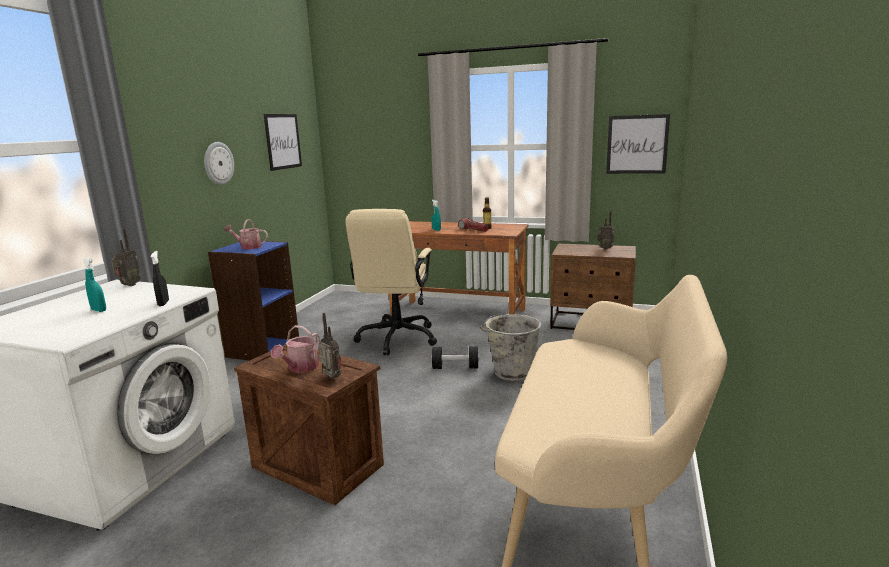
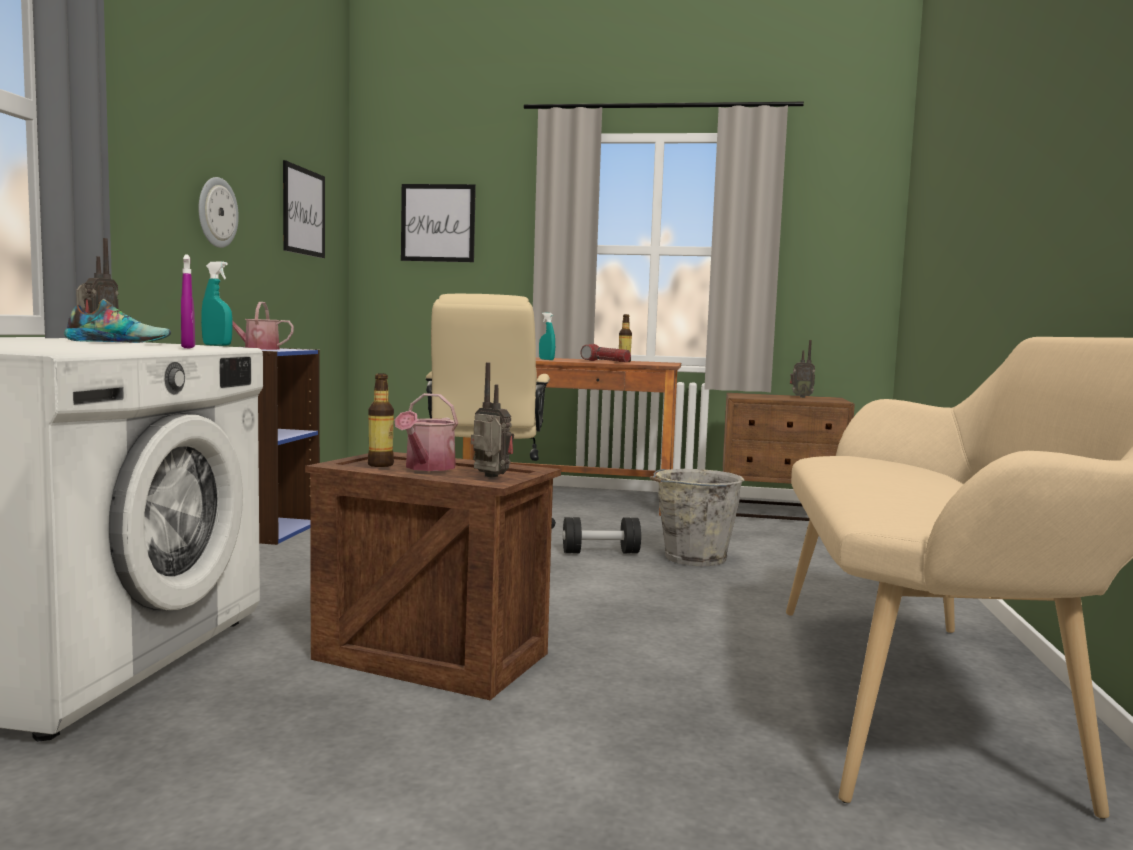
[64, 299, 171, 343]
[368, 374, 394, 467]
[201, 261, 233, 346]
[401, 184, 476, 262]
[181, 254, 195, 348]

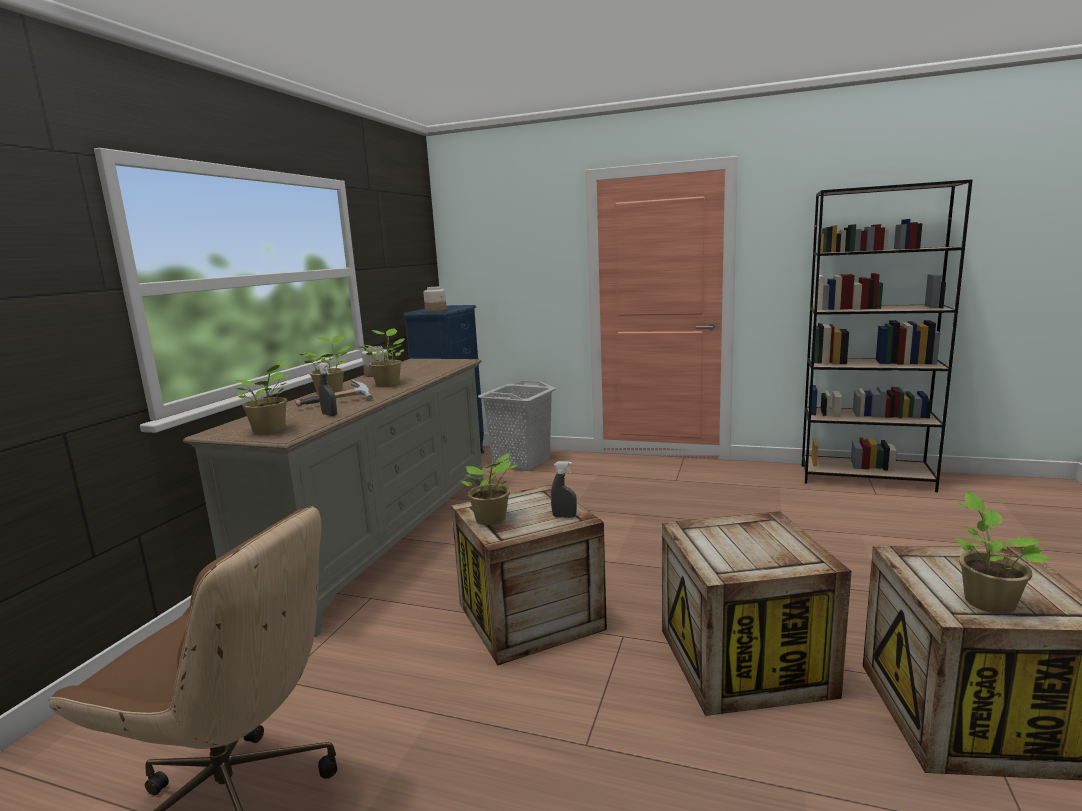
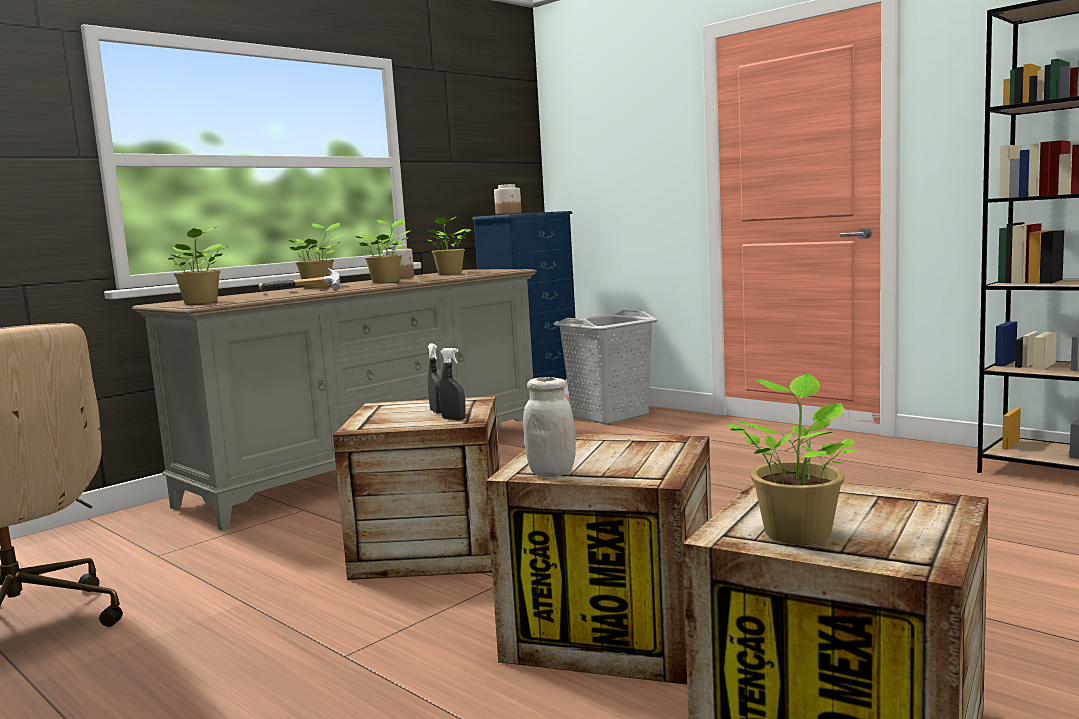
[523, 377, 576, 477]
[428, 343, 441, 414]
[427, 216, 472, 275]

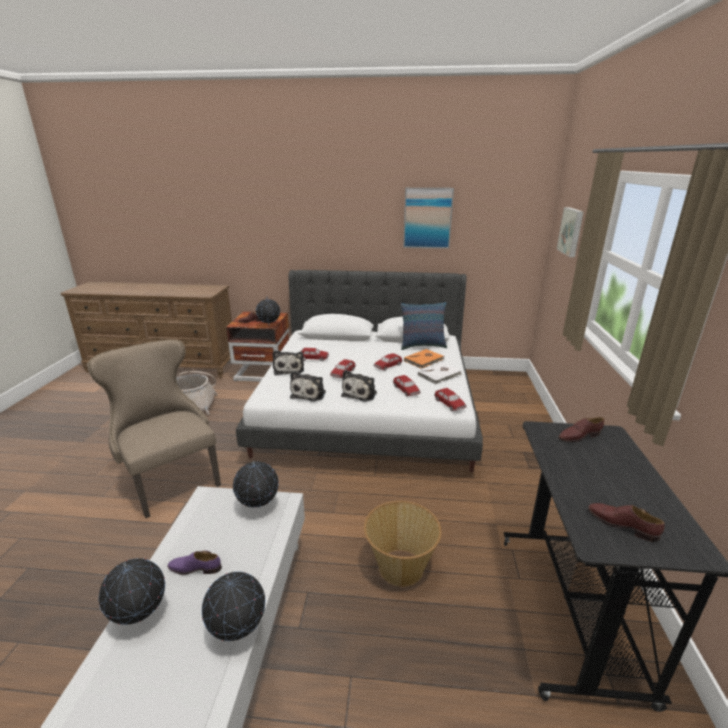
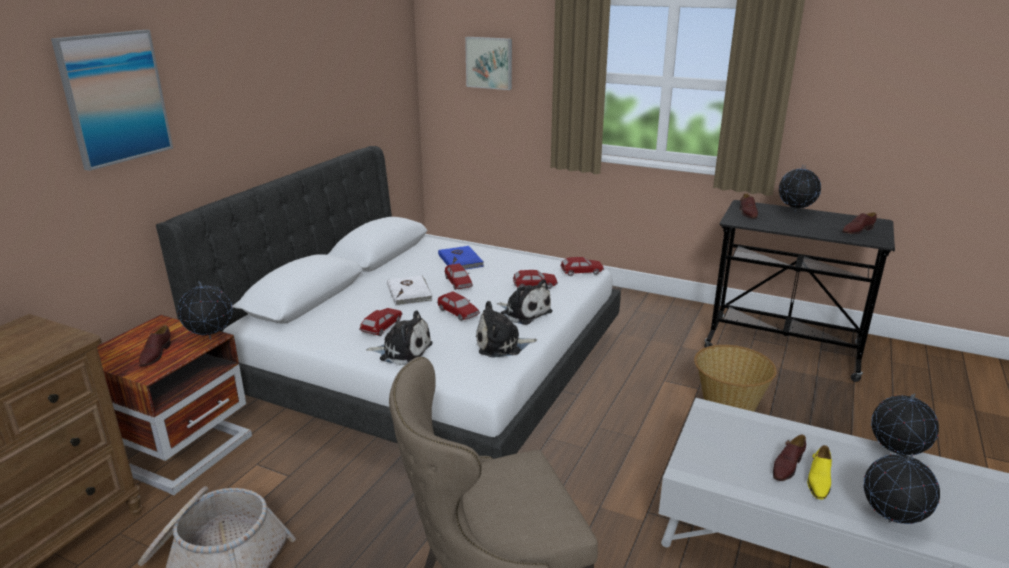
[400, 302, 447, 350] (first image)
[773, 435, 806, 481]
[779, 164, 821, 213]
[51, 30, 173, 171]
[387, 275, 433, 306]
[807, 445, 832, 499]
[438, 246, 484, 270]
[476, 301, 537, 357]

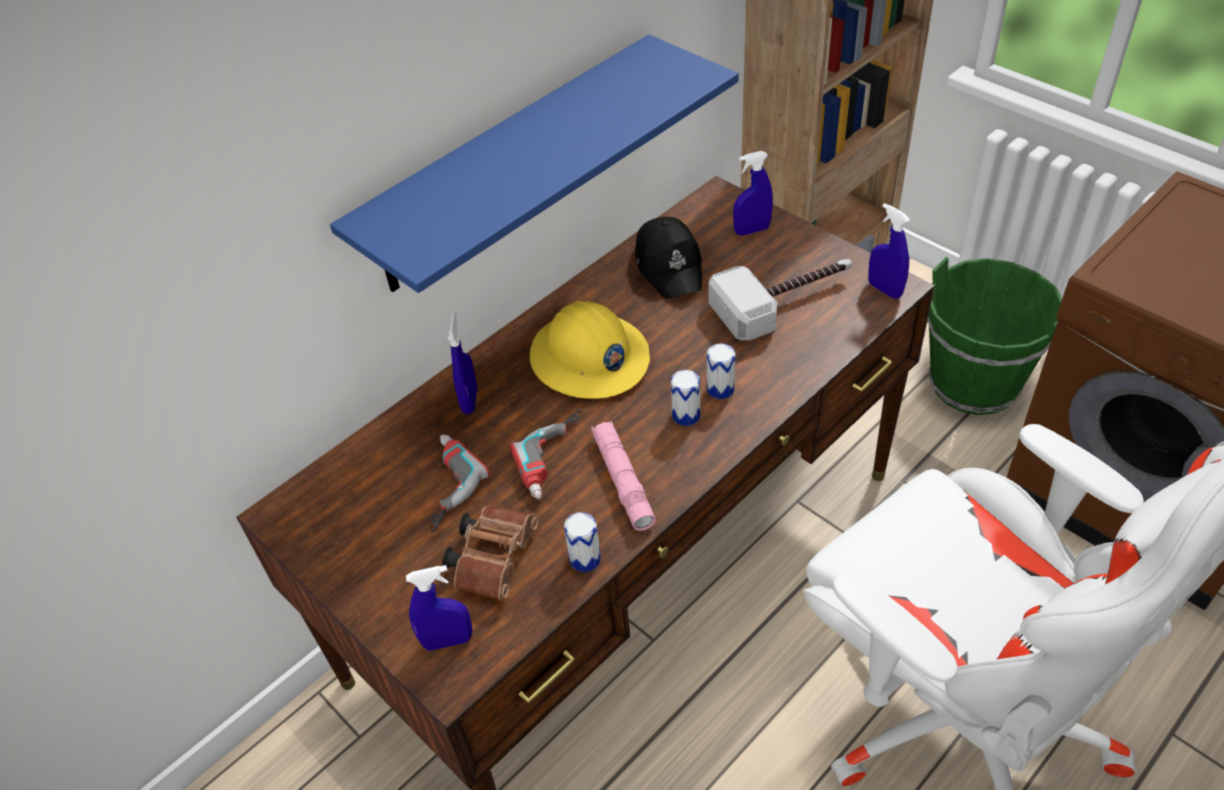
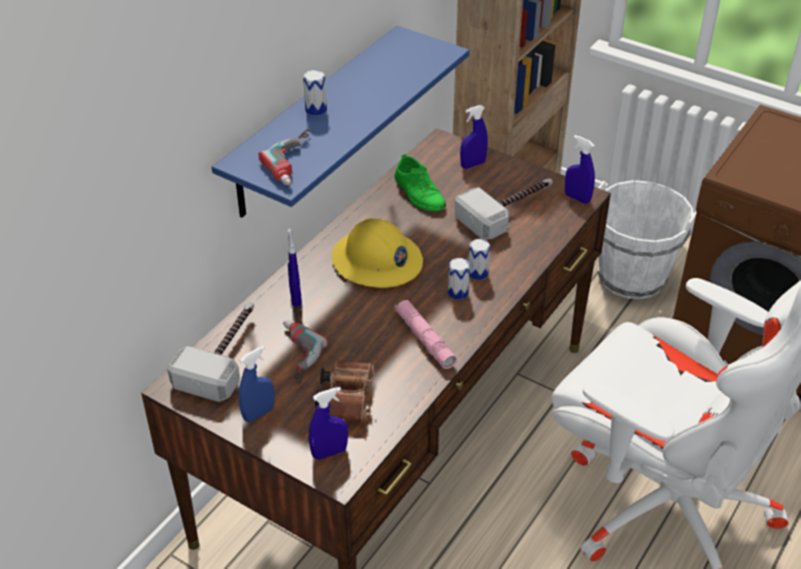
[167, 302, 254, 402]
[238, 346, 274, 422]
[259, 129, 310, 185]
[303, 70, 327, 116]
[395, 154, 446, 211]
[598, 180, 697, 299]

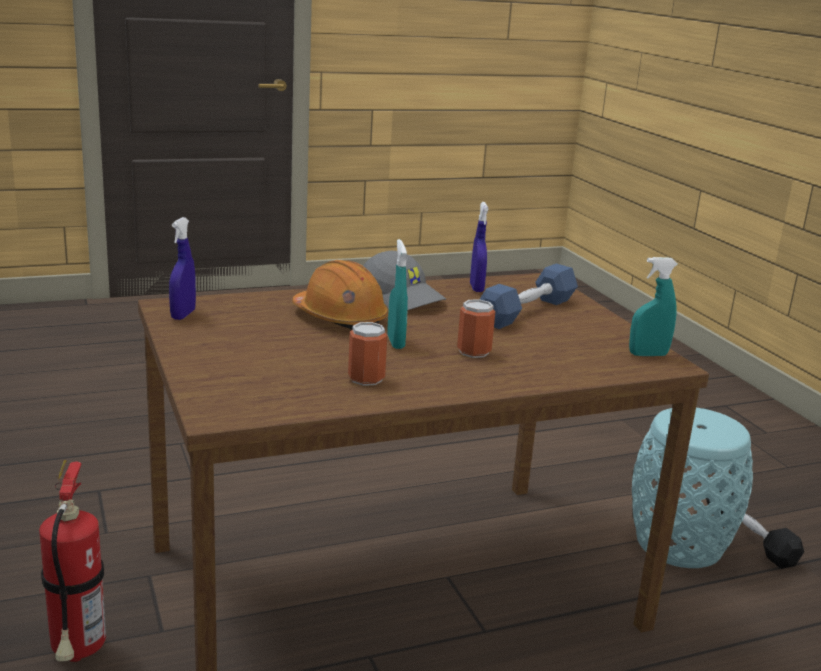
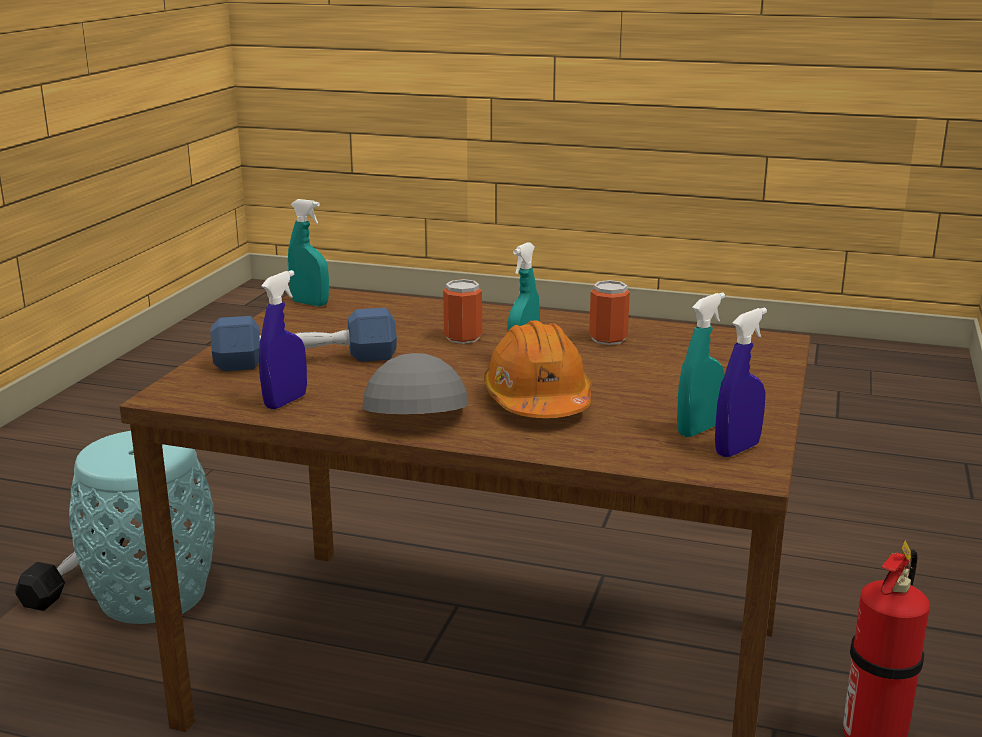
[677, 293, 725, 437]

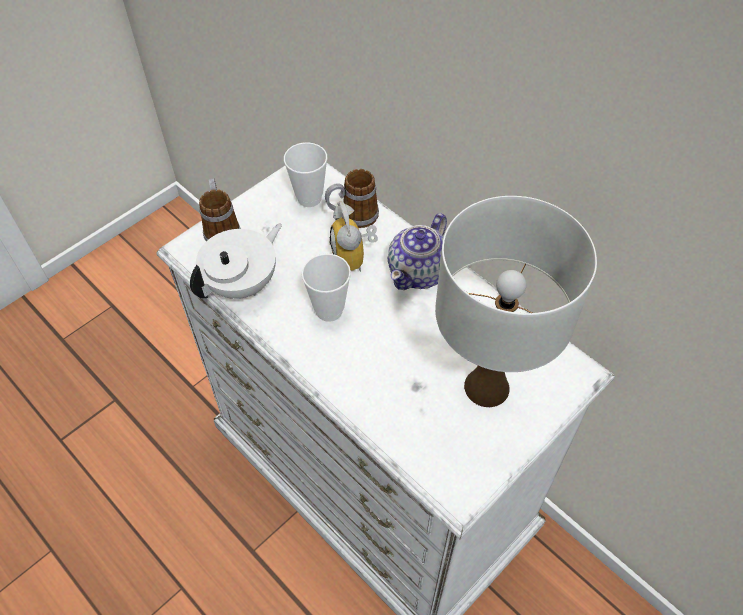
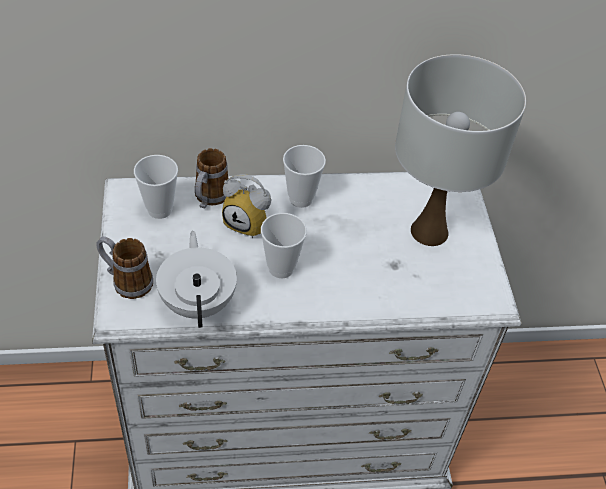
[283, 145, 326, 208]

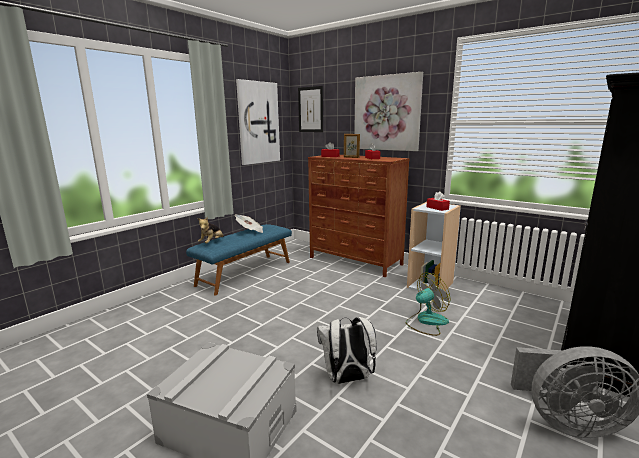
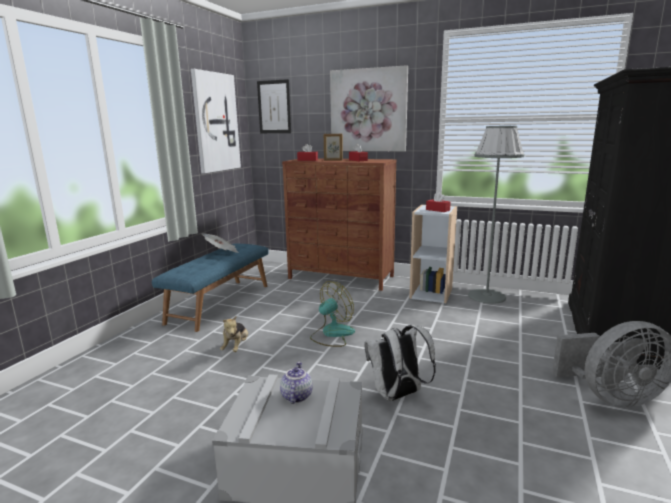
[280, 362, 313, 404]
[468, 126, 524, 304]
[220, 316, 248, 352]
[310, 281, 355, 347]

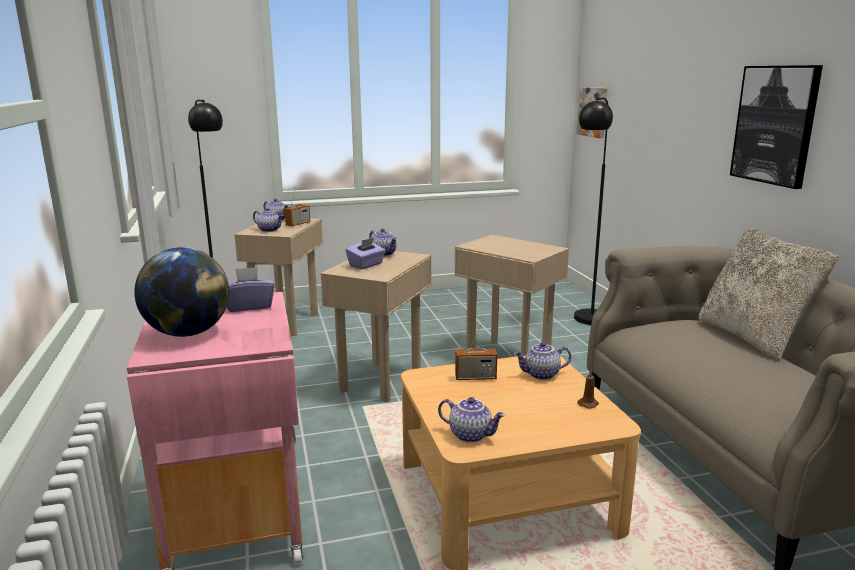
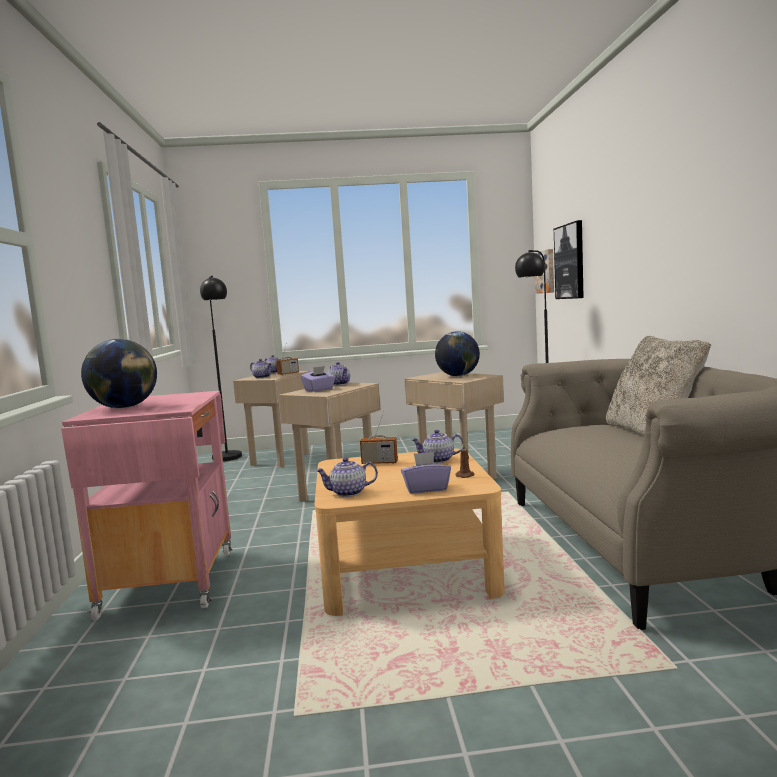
[435, 331, 480, 376]
[401, 452, 451, 494]
[554, 220, 584, 299]
[315, 457, 378, 497]

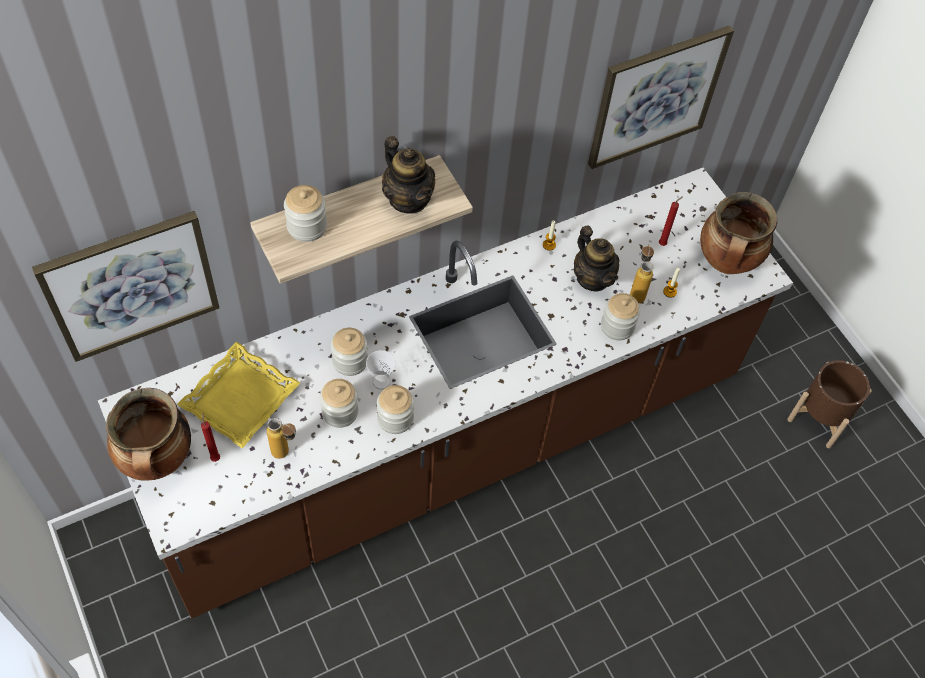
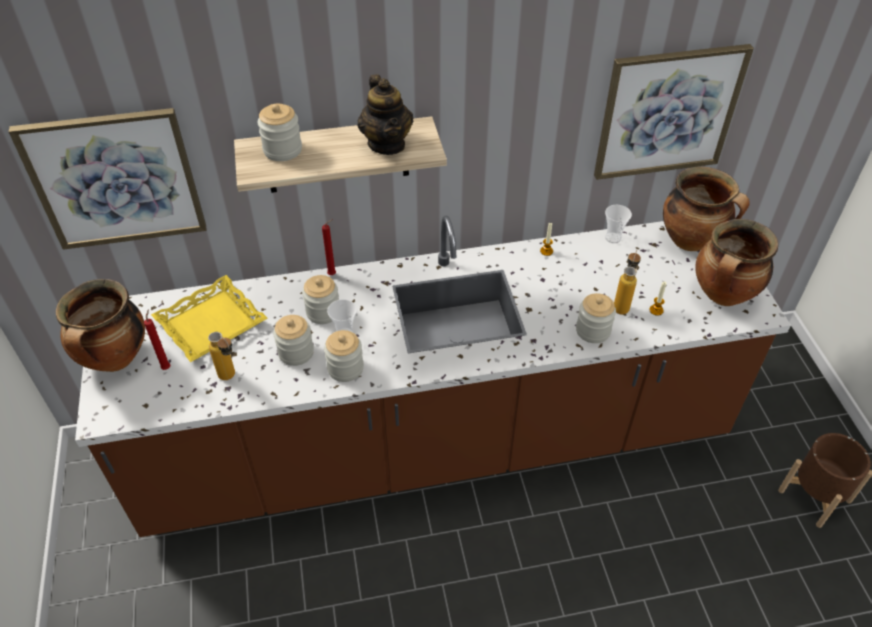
[573, 226, 620, 291] (first image)
[605, 205, 632, 243]
[663, 166, 750, 251]
[322, 219, 336, 275]

